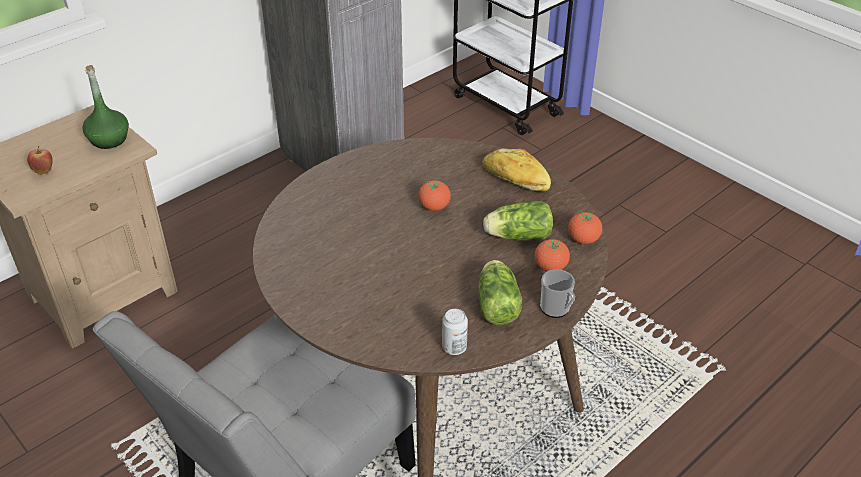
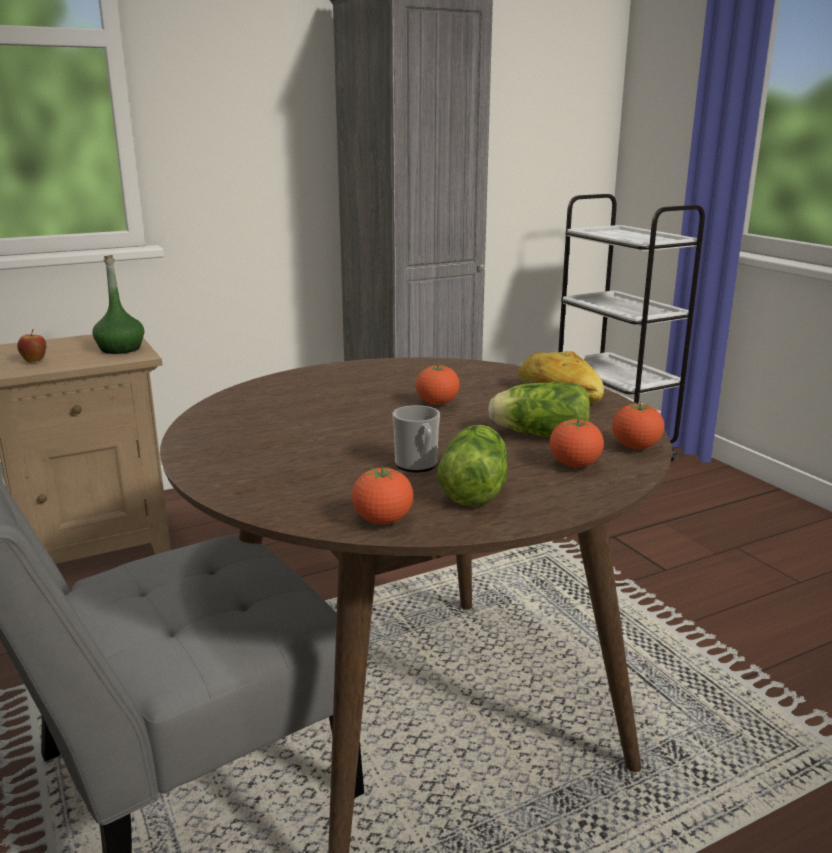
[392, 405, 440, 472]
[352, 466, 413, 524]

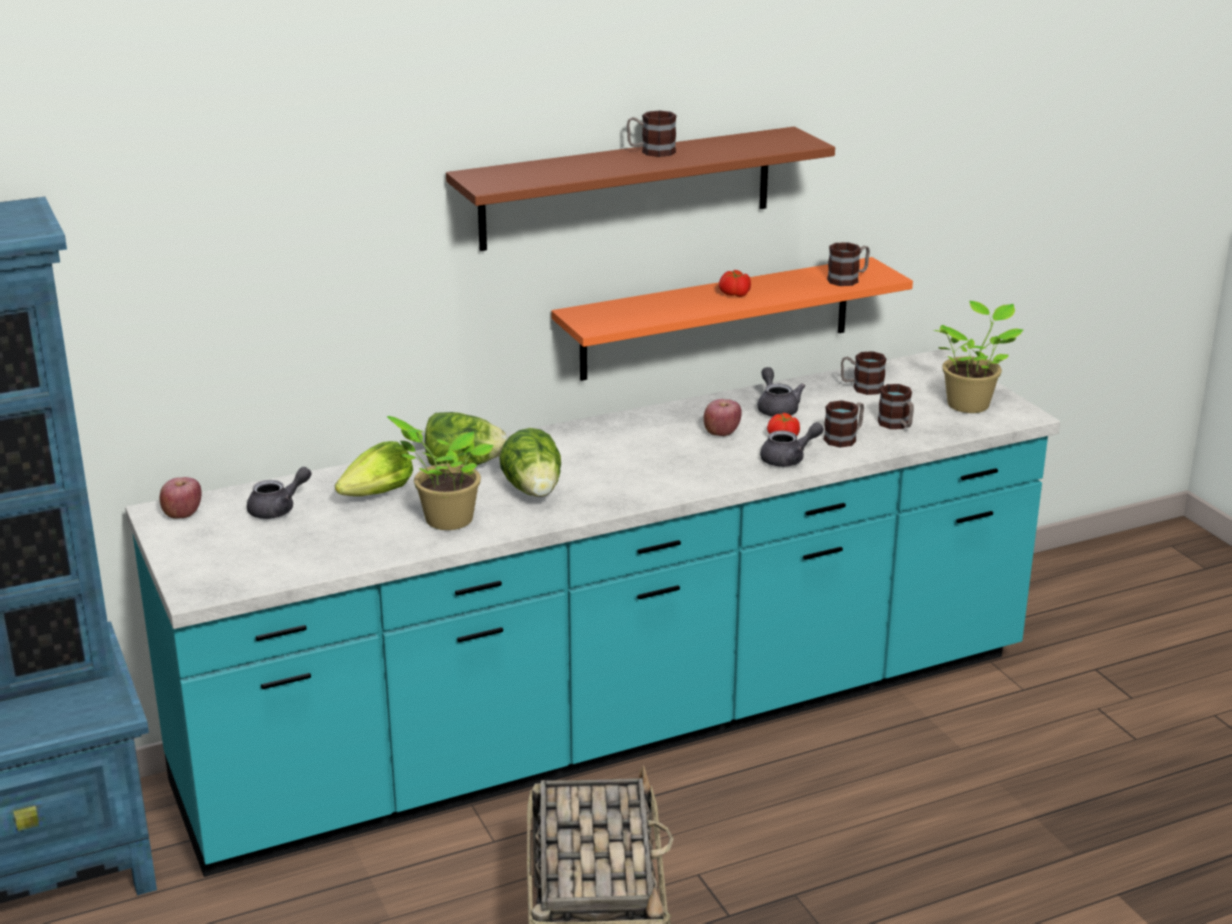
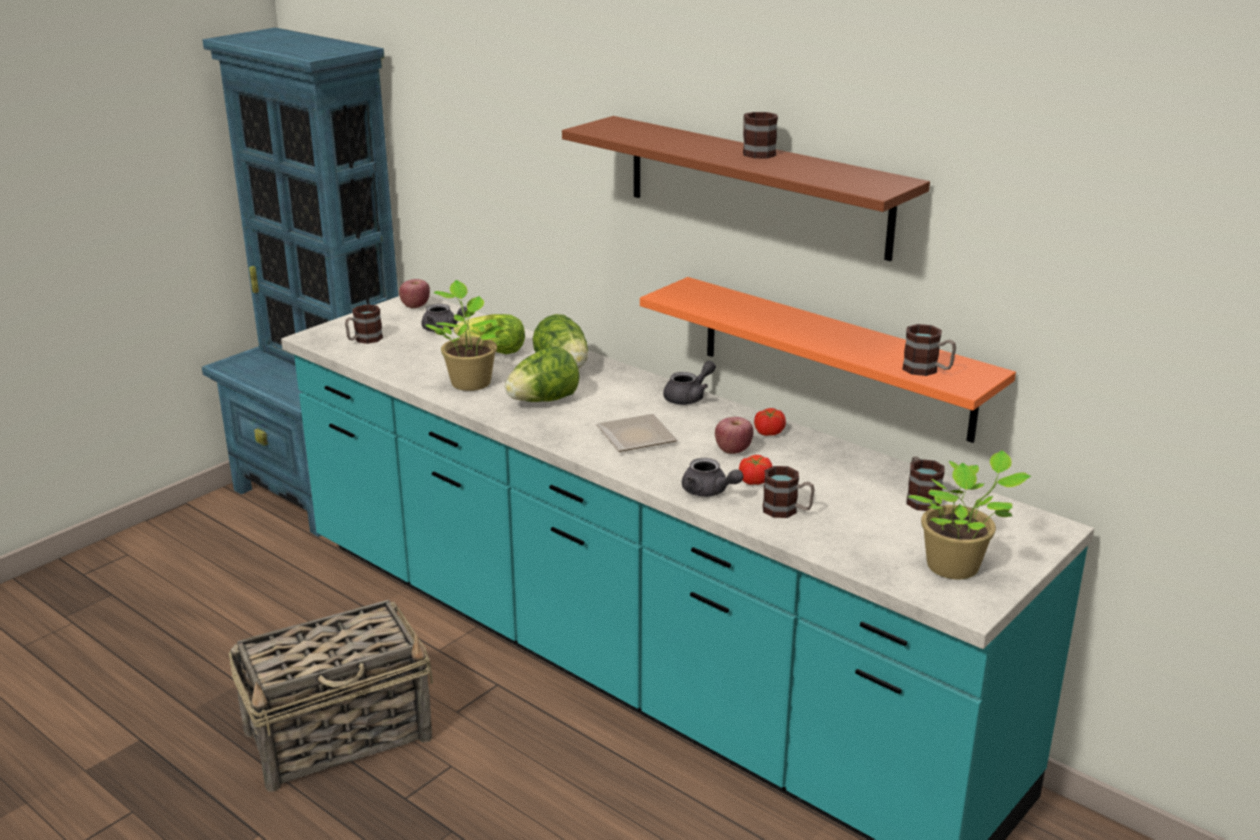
[596, 414, 677, 452]
[754, 408, 786, 436]
[663, 361, 716, 405]
[345, 304, 383, 344]

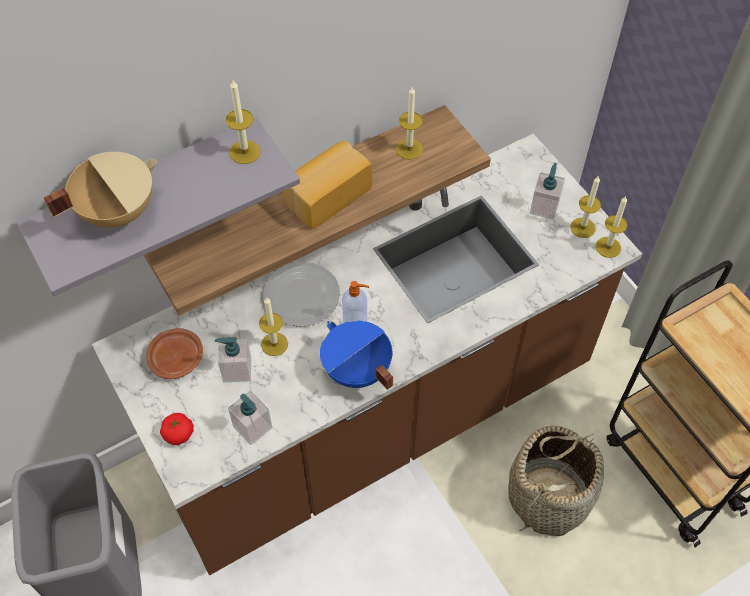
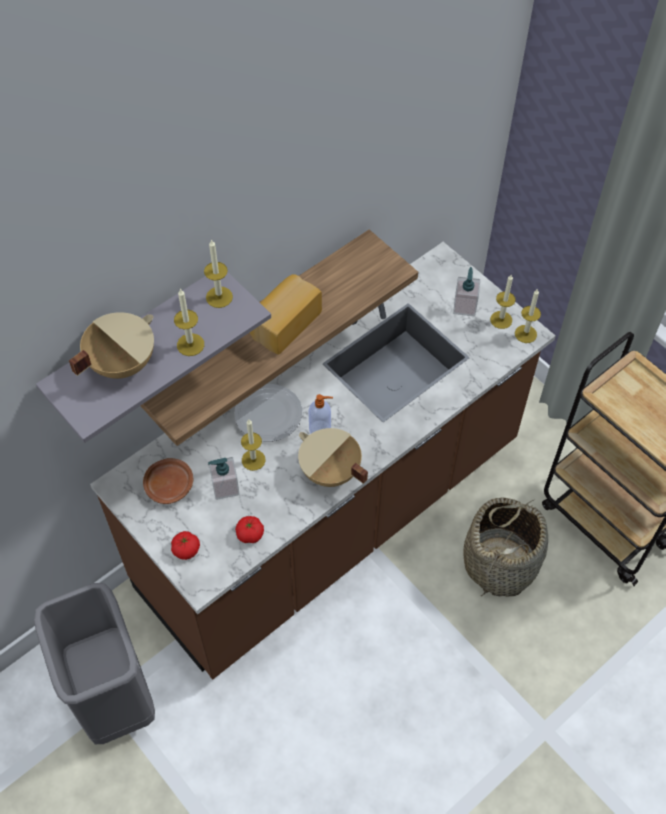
[174, 289, 204, 356]
[235, 516, 264, 543]
[298, 428, 368, 487]

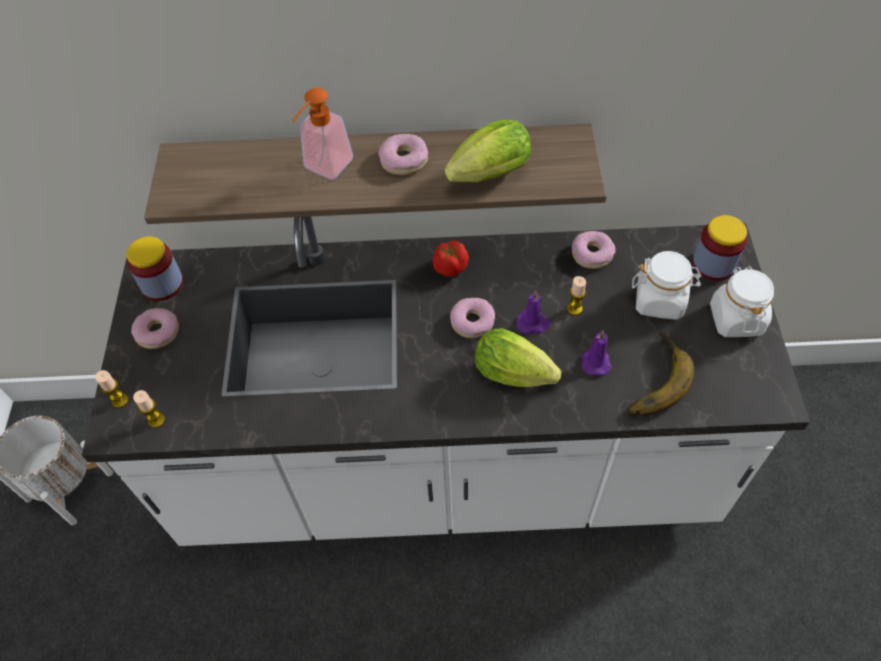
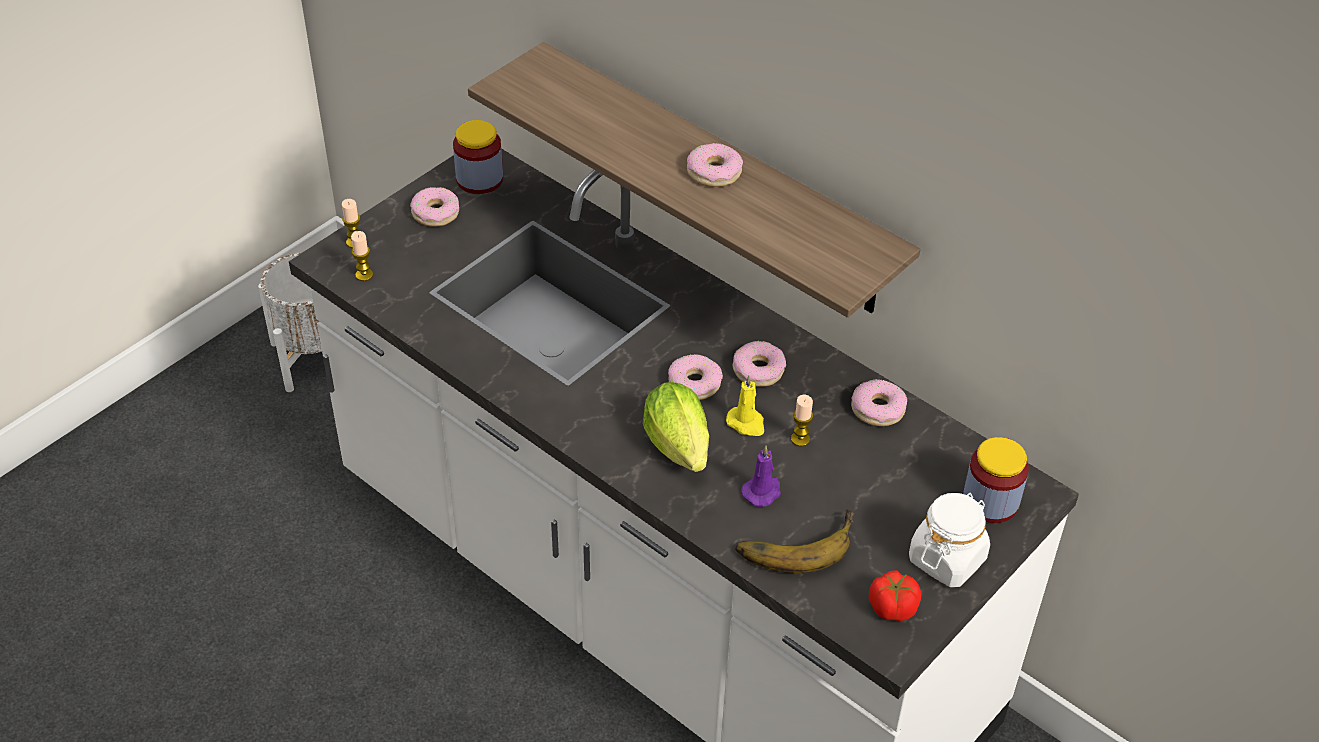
[292, 88, 353, 179] (first image)
[445, 120, 531, 182] (first image)
[632, 251, 701, 320] (first image)
[733, 341, 786, 387]
[869, 570, 921, 621]
[726, 375, 764, 436]

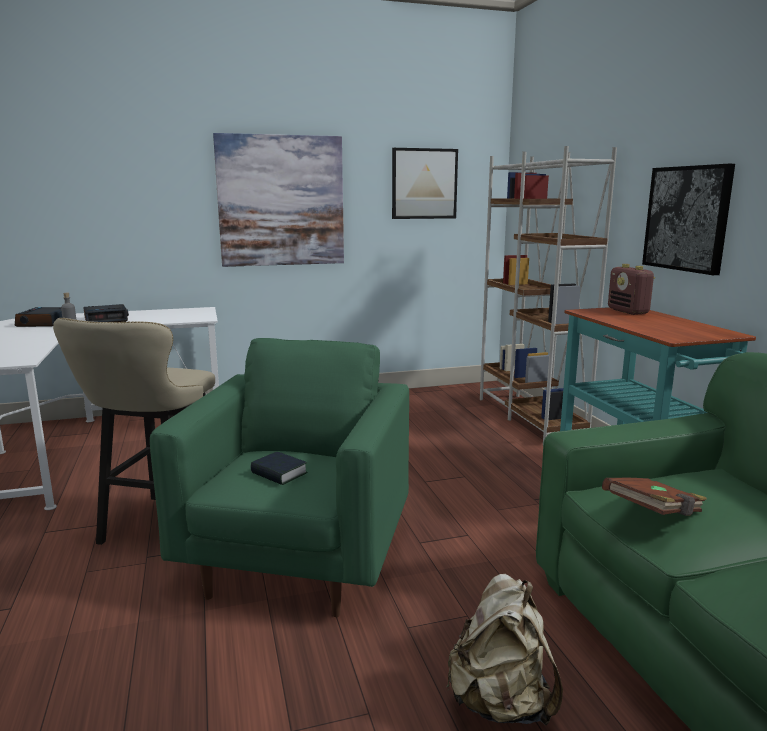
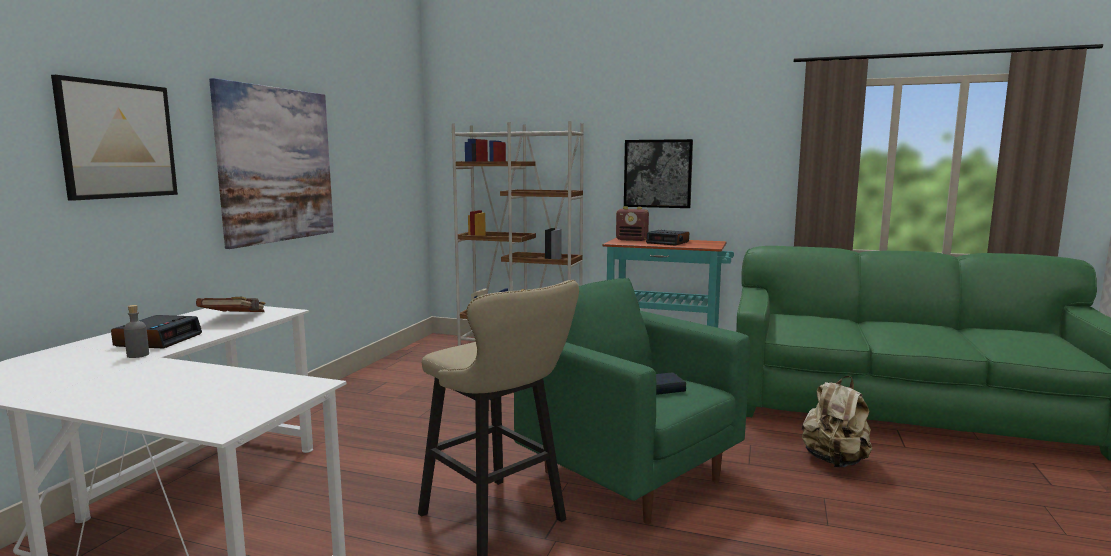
[646, 230, 689, 246]
[51, 75, 178, 201]
[196, 297, 266, 312]

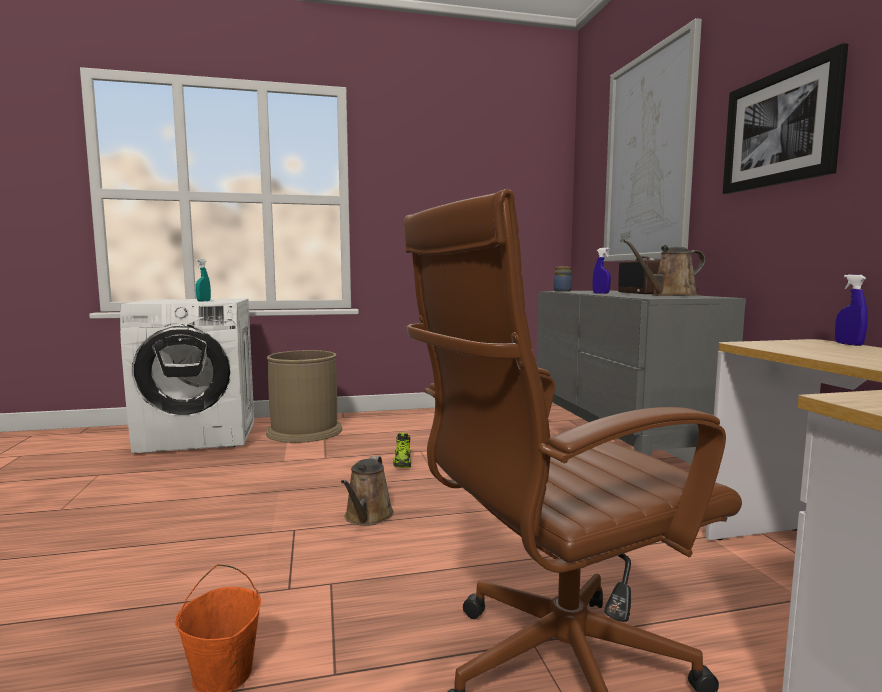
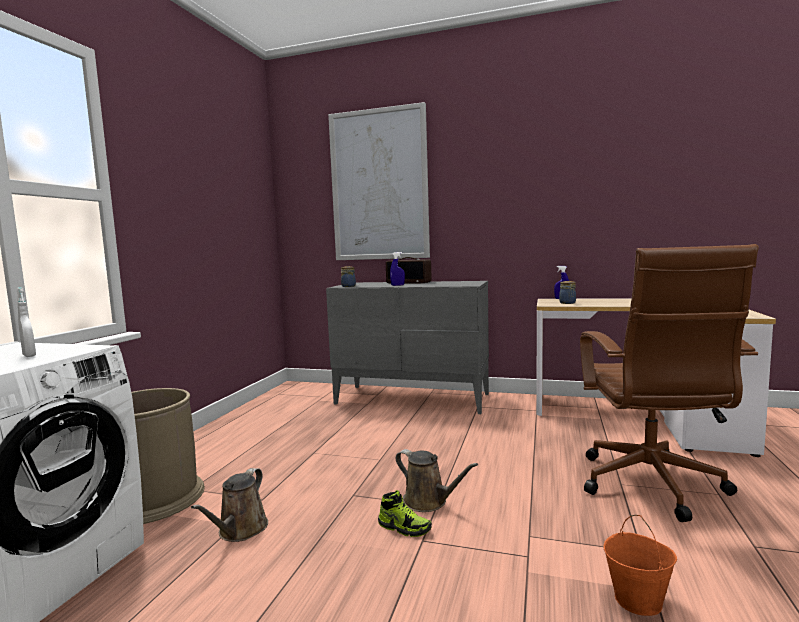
[723, 43, 848, 194] (first image)
[559, 281, 576, 304]
[378, 490, 432, 537]
[191, 468, 268, 542]
[17, 287, 36, 357]

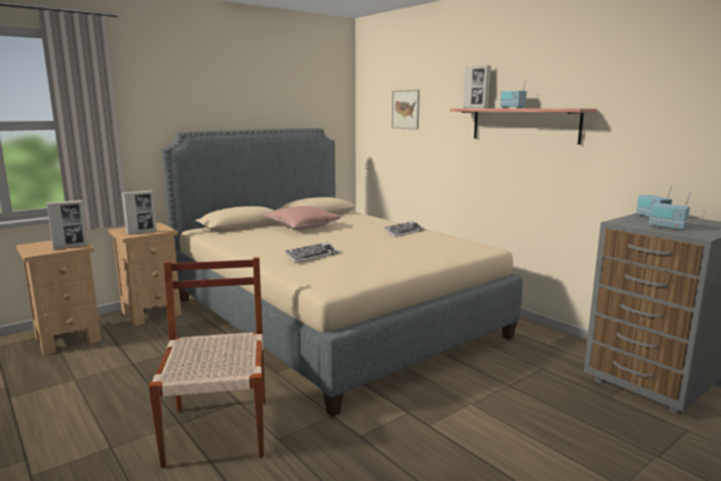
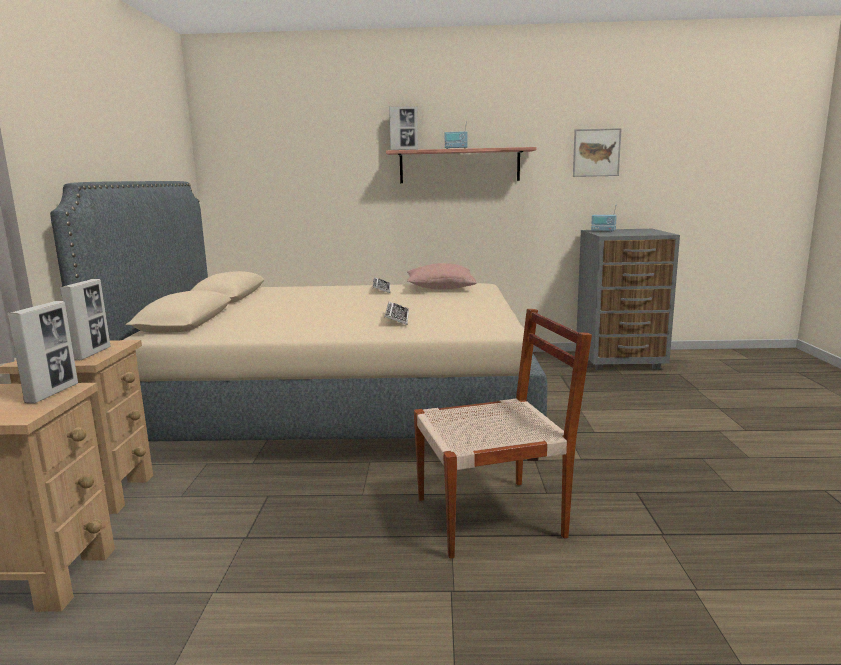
[649, 192, 691, 230] (first image)
[407, 263, 477, 290]
[573, 128, 622, 177]
[414, 309, 592, 559]

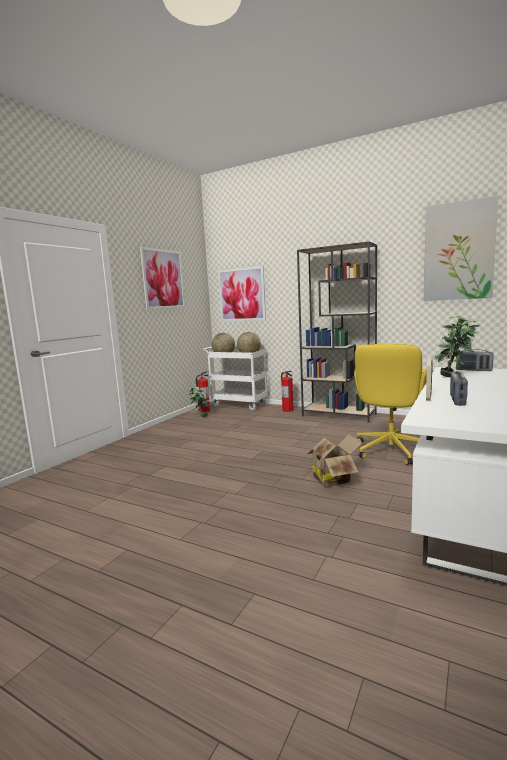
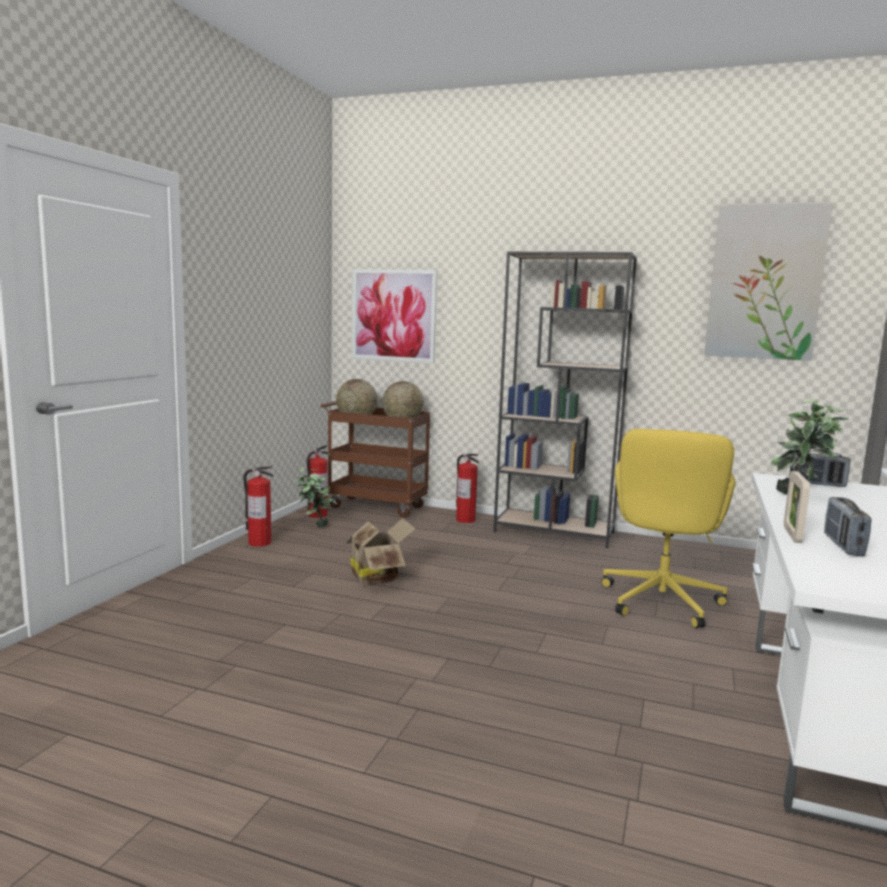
[140, 247, 185, 310] (first image)
[243, 466, 273, 547]
[346, 518, 415, 585]
[320, 401, 430, 518]

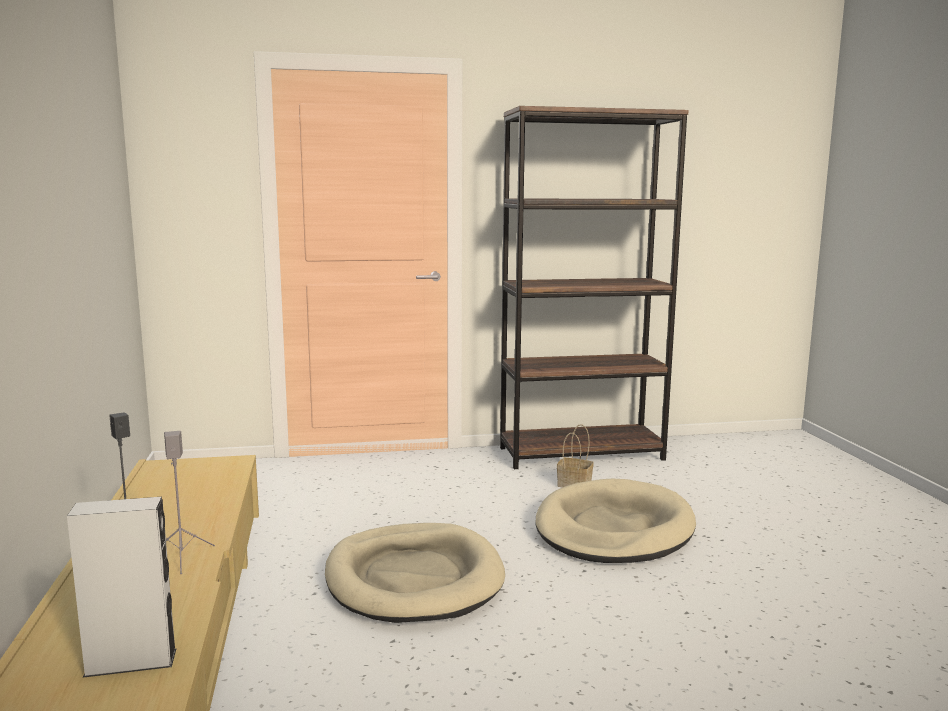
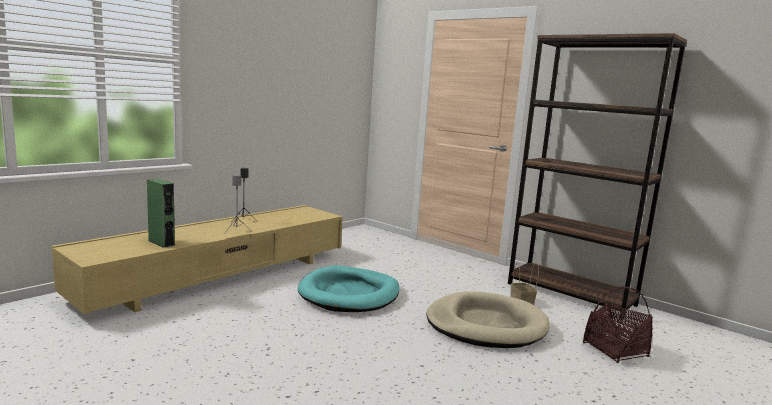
[583, 287, 653, 363]
[147, 179, 176, 248]
[298, 265, 400, 312]

